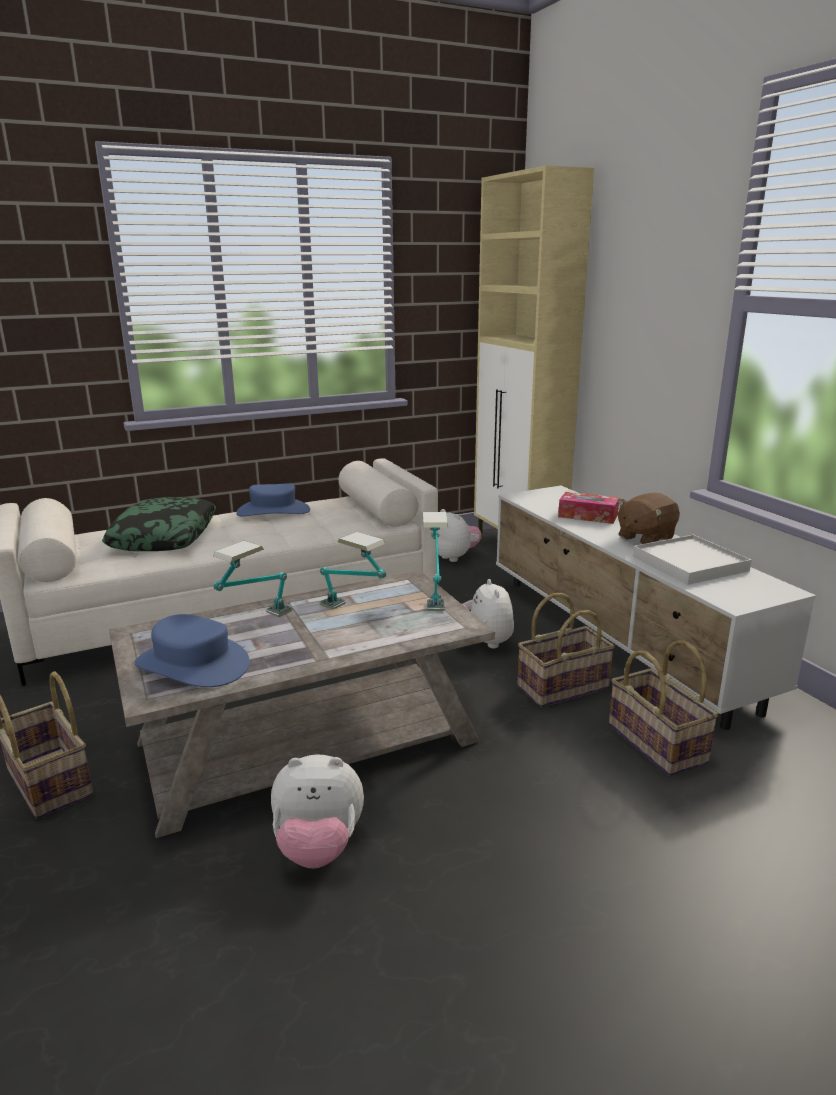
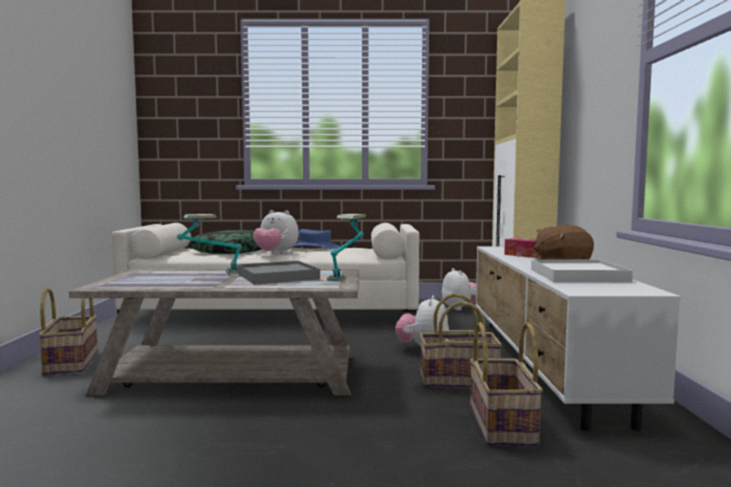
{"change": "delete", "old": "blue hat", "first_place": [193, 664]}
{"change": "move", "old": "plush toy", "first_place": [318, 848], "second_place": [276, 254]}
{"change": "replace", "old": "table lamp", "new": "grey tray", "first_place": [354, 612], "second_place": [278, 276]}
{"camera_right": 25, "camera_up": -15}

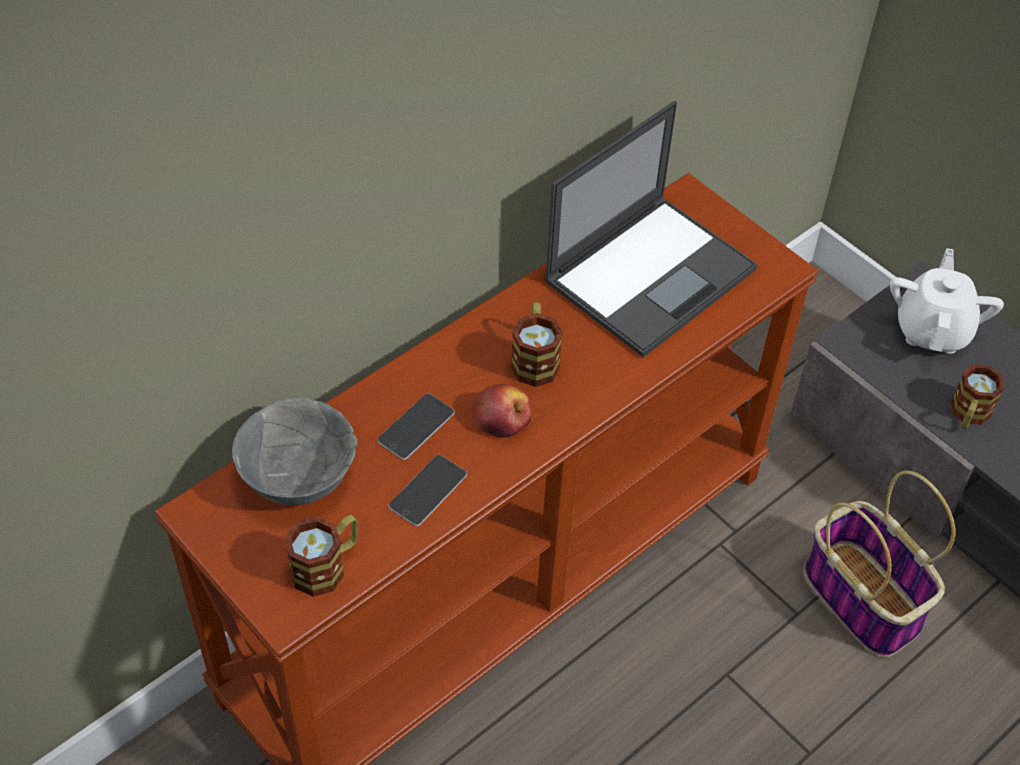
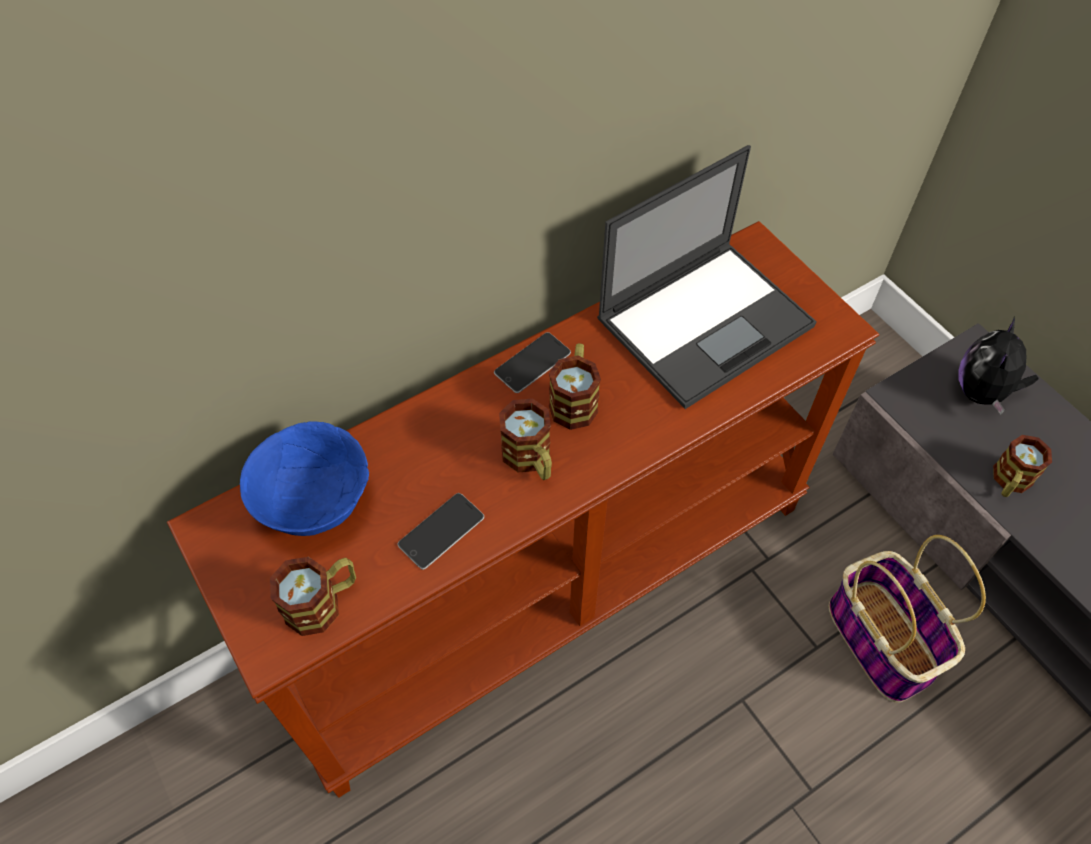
{"change": "recolor", "old": "grey bowl", "new": "blue bowl", "first_place": [298, 476], "second_place": [314, 501]}
{"change": "move", "old": "phone", "first_place": [416, 426], "second_place": [532, 362]}
{"change": "replace", "old": "apple", "new": "mug", "first_place": [502, 418], "second_place": [531, 460]}
{"change": "replace", "old": "white teapot", "new": "plush toy", "first_place": [932, 330], "second_place": [982, 392]}
{"camera_right": 10, "camera_up": 5}

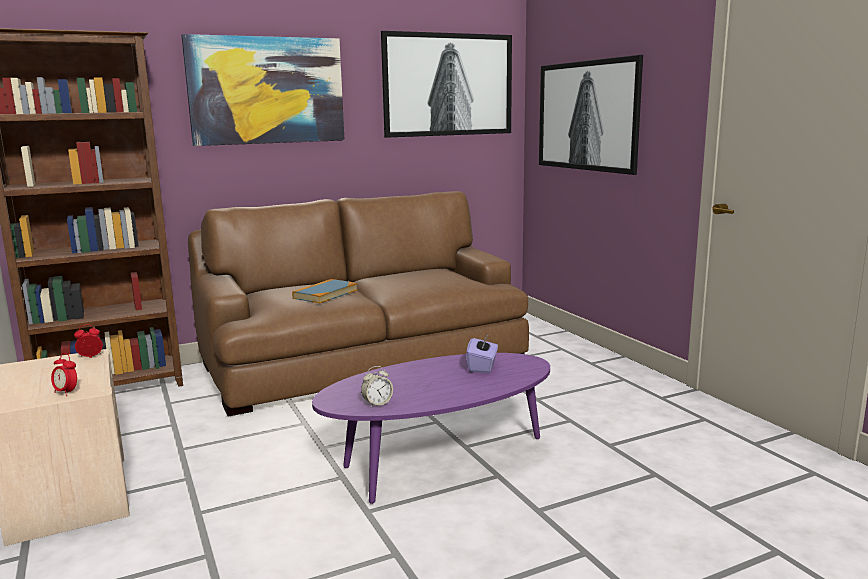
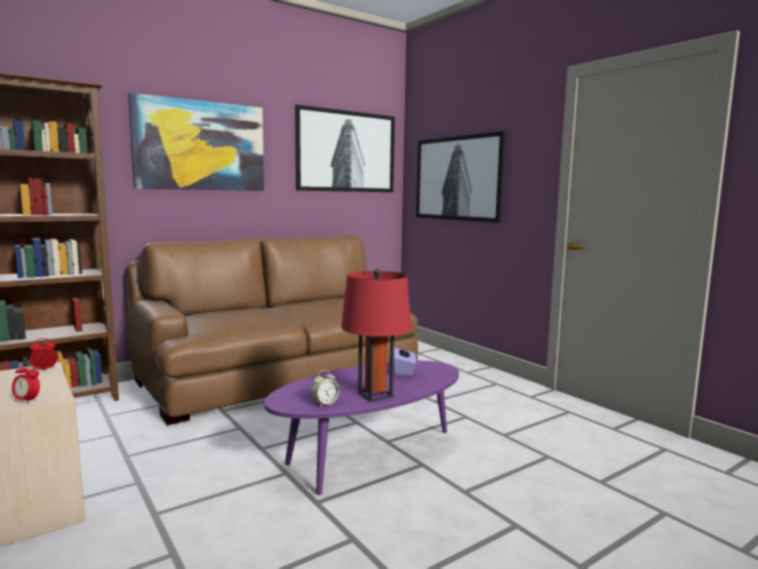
{"change": "delete", "old": "book", "first_place": [325, 294]}
{"change": "insert", "new": "red table lamp", "second_place": [375, 394]}
{"camera_right": -10, "camera_up": -5}

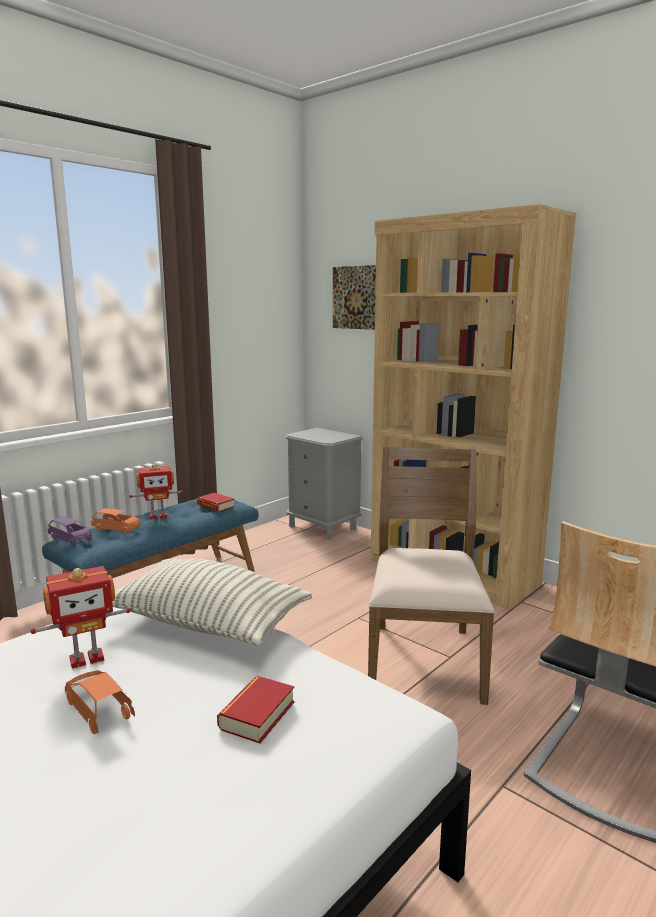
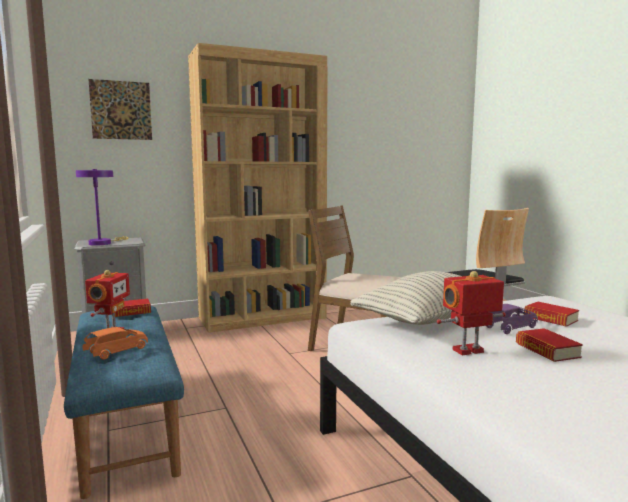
{"change": "rotate", "old": "toy robot", "first_place": [86, 658], "second_place": [469, 351], "degrees": -105}
{"change": "move", "old": "purple toy car", "first_place": [71, 540], "second_place": [510, 328]}
{"change": "replace", "old": "orange toy car", "new": "book", "first_place": [98, 711], "second_place": [547, 350]}
{"change": "insert", "new": "purple table lamp", "second_place": [103, 243]}
{"camera_right": -65, "camera_up": -5}

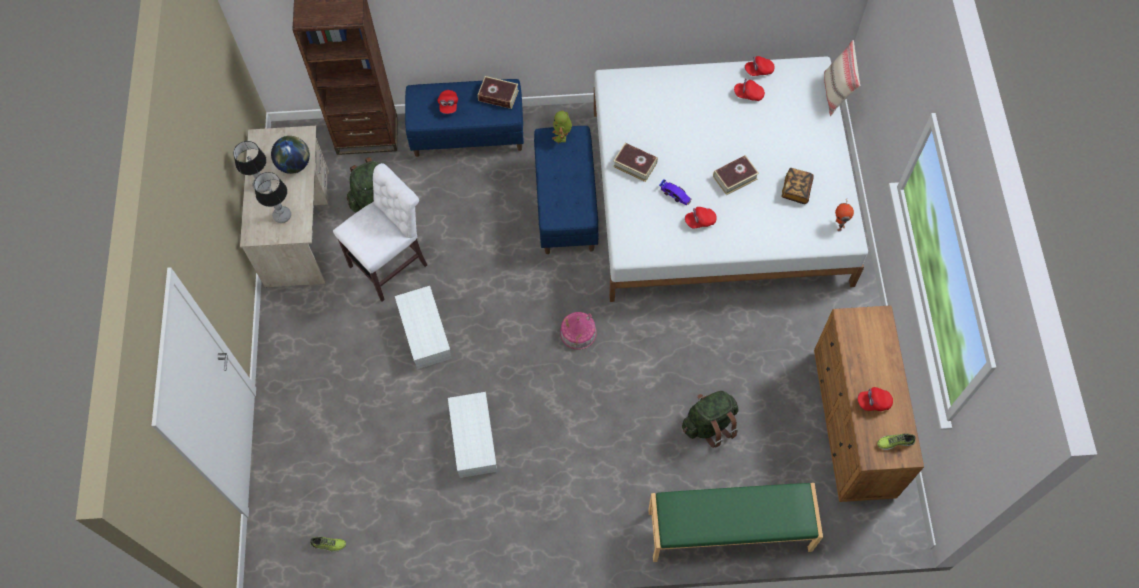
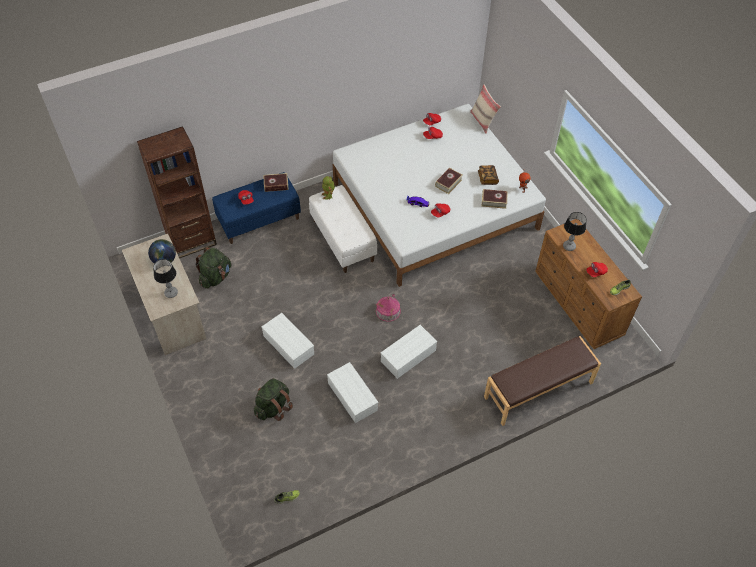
{"change": "move", "old": "table lamp", "first_place": [262, 185], "second_place": [569, 246]}
{"change": "delete", "old": "white chair", "first_place": [392, 263]}
{"change": "recolor", "old": "blue bench", "new": "white bench", "first_place": [567, 204], "second_place": [343, 240]}
{"change": "move", "old": "book", "first_place": [635, 165], "second_place": [494, 201]}
{"change": "recolor", "old": "green bench", "new": "brown bench", "first_place": [729, 531], "second_place": [538, 390]}
{"change": "move", "old": "green backpack", "first_place": [709, 424], "second_place": [273, 407]}
{"change": "insert", "new": "white storage box", "second_place": [408, 356]}
{"camera_right": -25, "camera_up": -10}

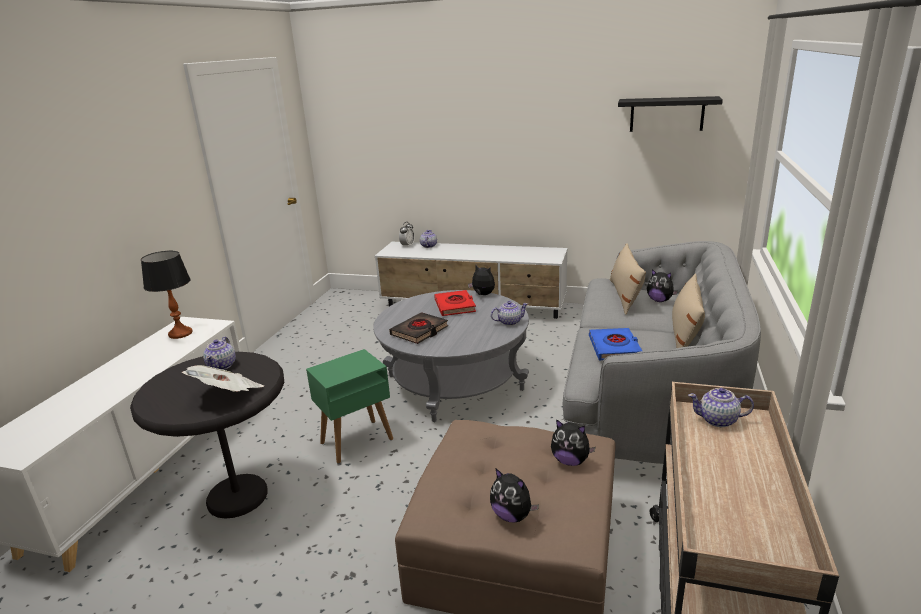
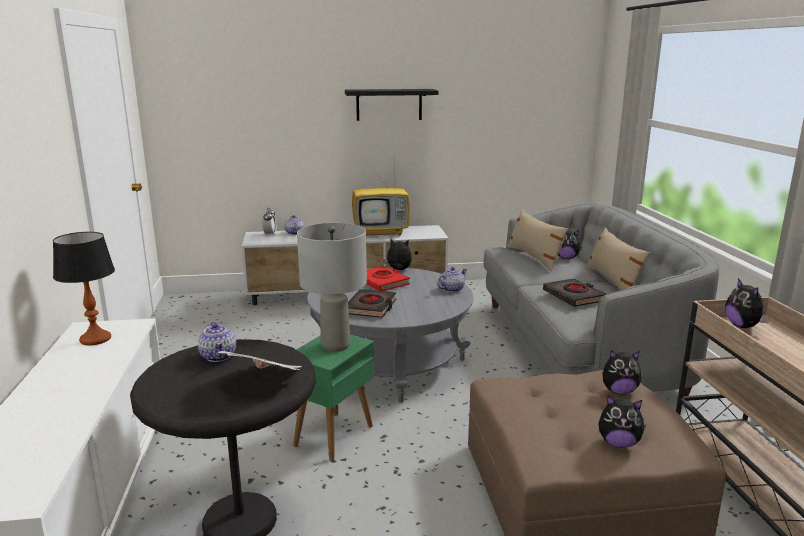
{"change": "recolor", "old": "blue book", "new": "black book", "first_place": [614, 348], "second_place": [574, 296]}
{"change": "move", "old": "black shelf", "first_place": [666, 114], "second_place": [389, 104]}
{"change": "replace", "old": "teapot", "new": "plush toy", "first_place": [718, 420], "second_place": [742, 326]}
{"change": "insert", "new": "grey table lamp", "second_place": [335, 345]}
{"change": "insert", "new": "television", "second_place": [382, 232]}
{"camera_right": -25, "camera_up": -5}

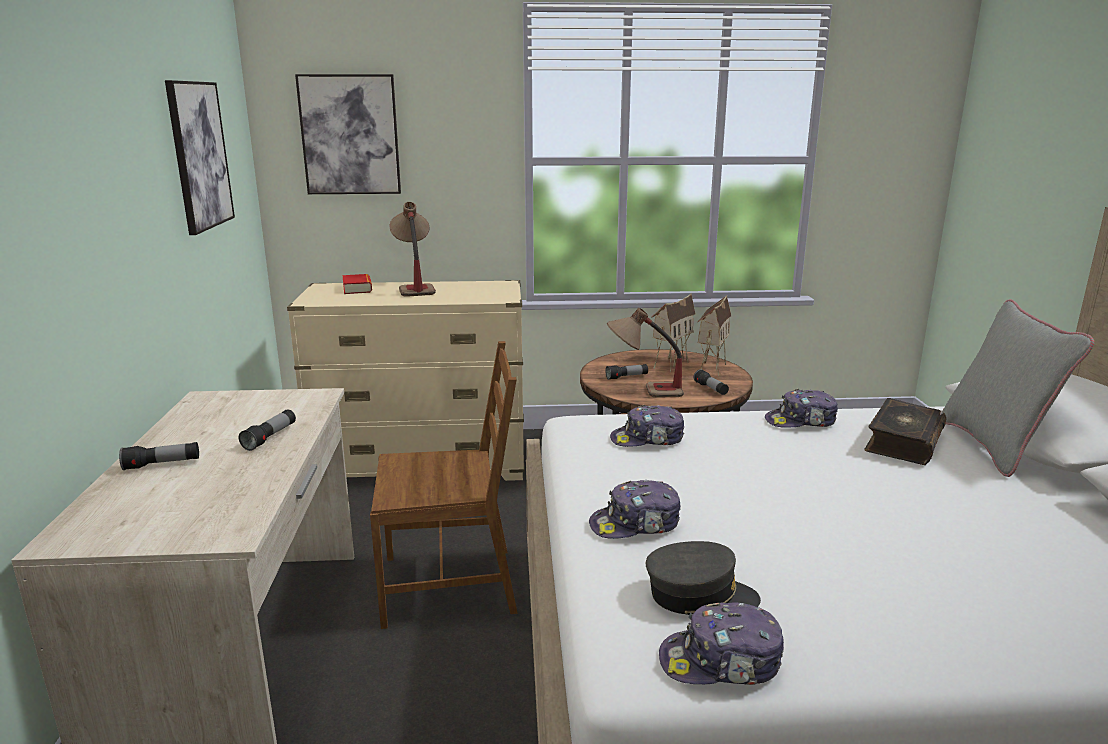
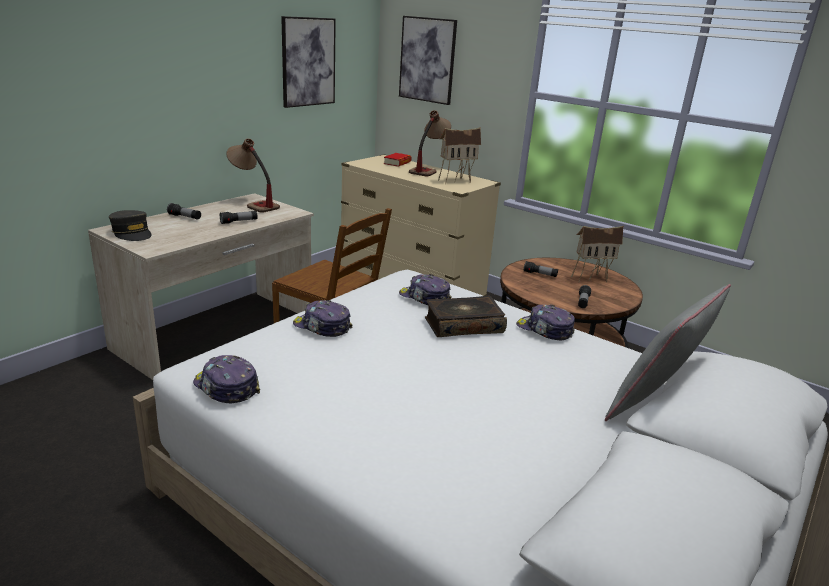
{"change": "move", "old": "table lamp", "first_place": [643, 391], "second_place": [253, 204]}
{"change": "move", "old": "grey cap", "first_place": [699, 596], "second_place": [132, 233]}
{"change": "move", "old": "toy house", "first_place": [710, 367], "second_place": [455, 180]}
{"change": "move", "old": "book", "first_place": [902, 443], "second_place": [463, 325]}
{"camera_right": 40, "camera_up": 5}

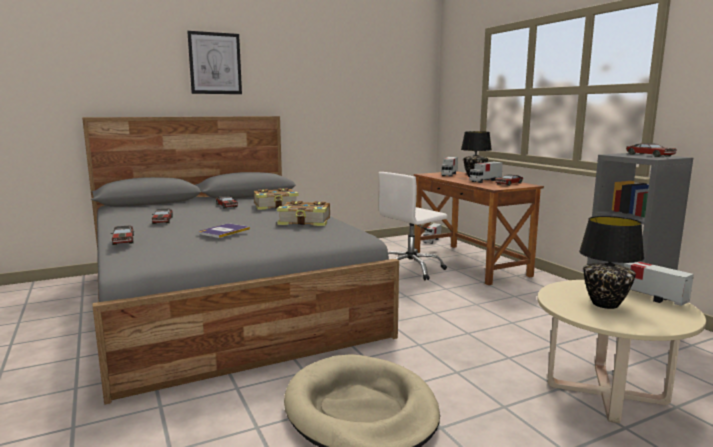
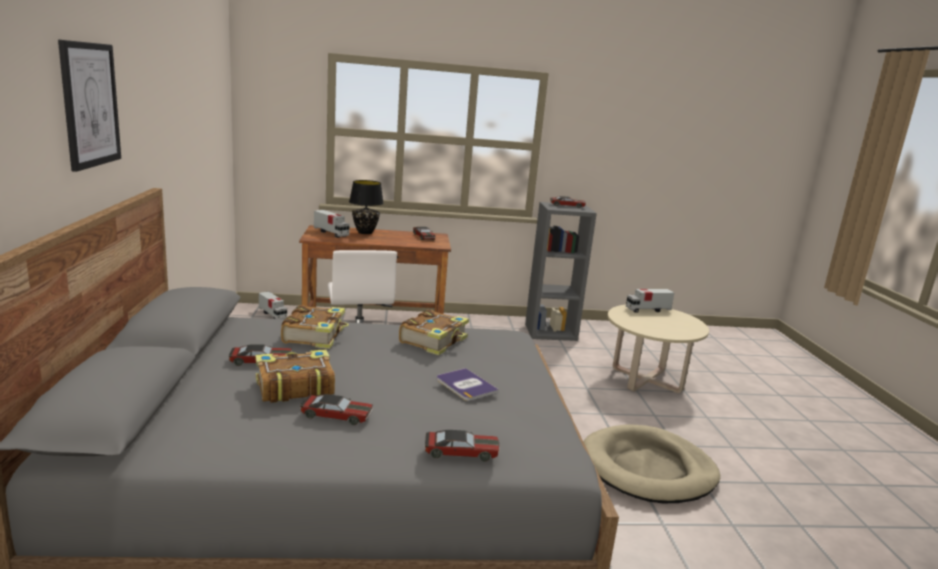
{"change": "delete", "old": "toy truck", "first_place": [485, 180]}
{"change": "delete", "old": "black table lamp", "first_place": [605, 304]}
{"change": "insert", "new": "book", "second_place": [294, 387]}
{"camera_right": -70, "camera_up": 5}

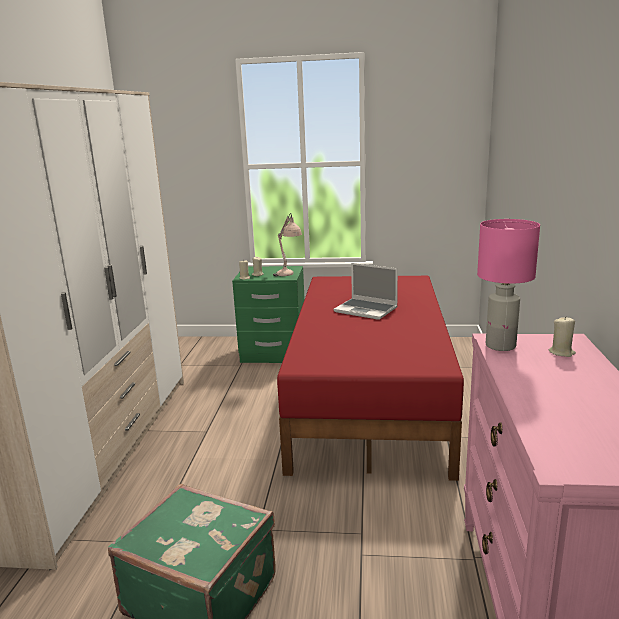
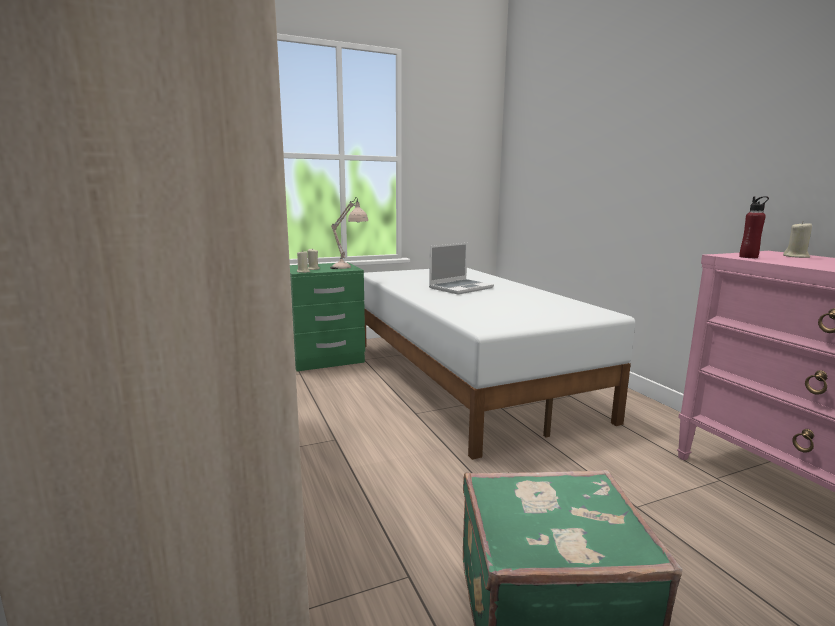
{"change": "recolor", "old": "red bed", "new": "white bed", "first_place": [371, 396], "second_place": [466, 377]}
{"change": "rotate", "old": "laptop", "first_place": [367, 310], "second_place": [461, 288], "degrees": -45}
{"change": "replace", "old": "pink table lamp", "new": "red bottle", "first_place": [501, 346], "second_place": [748, 257]}
{"camera_right": -30, "camera_up": -5}

